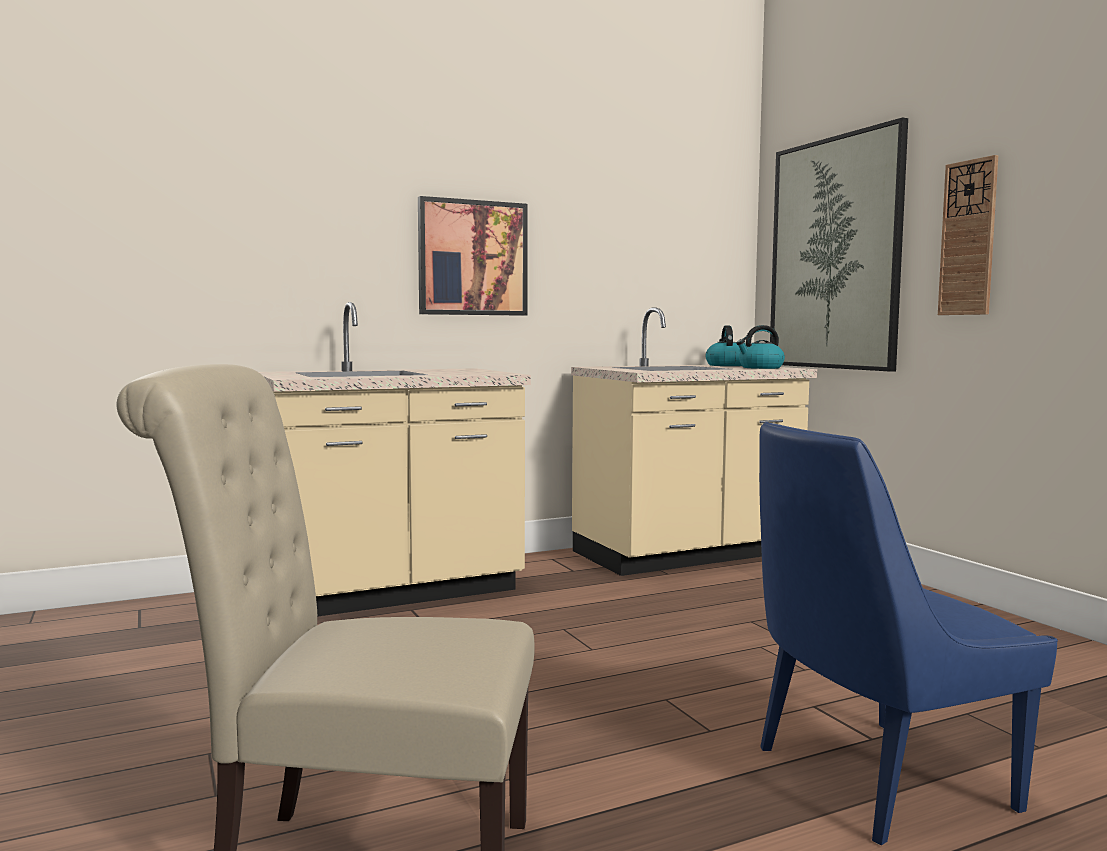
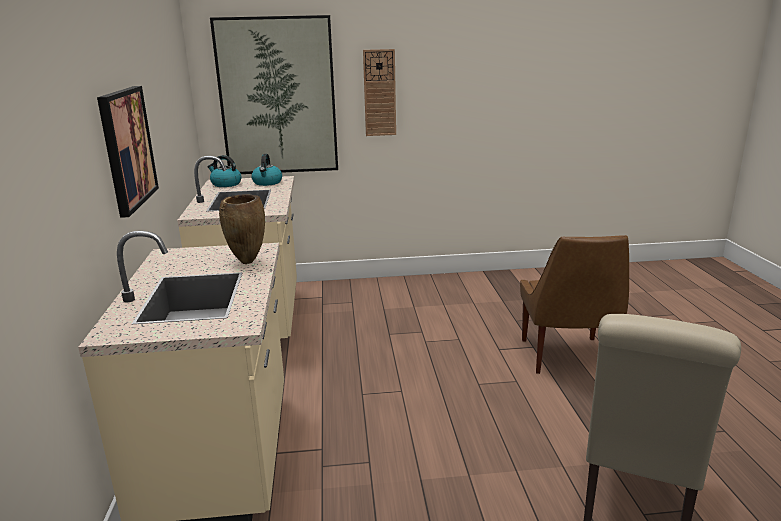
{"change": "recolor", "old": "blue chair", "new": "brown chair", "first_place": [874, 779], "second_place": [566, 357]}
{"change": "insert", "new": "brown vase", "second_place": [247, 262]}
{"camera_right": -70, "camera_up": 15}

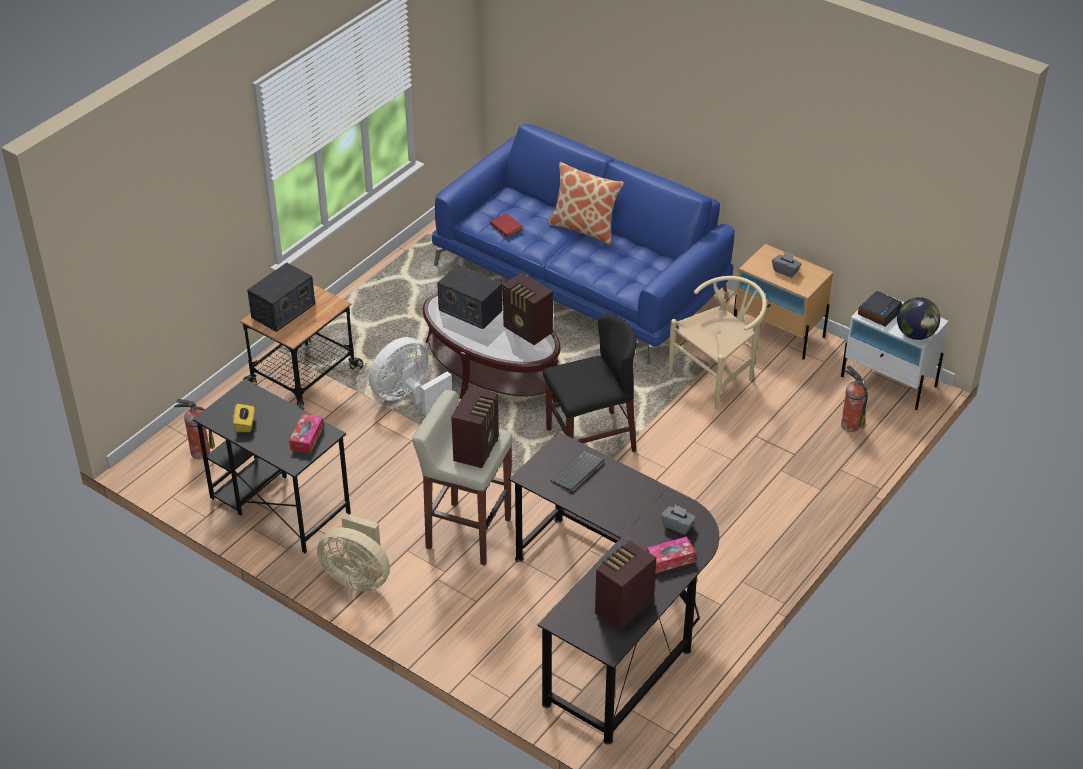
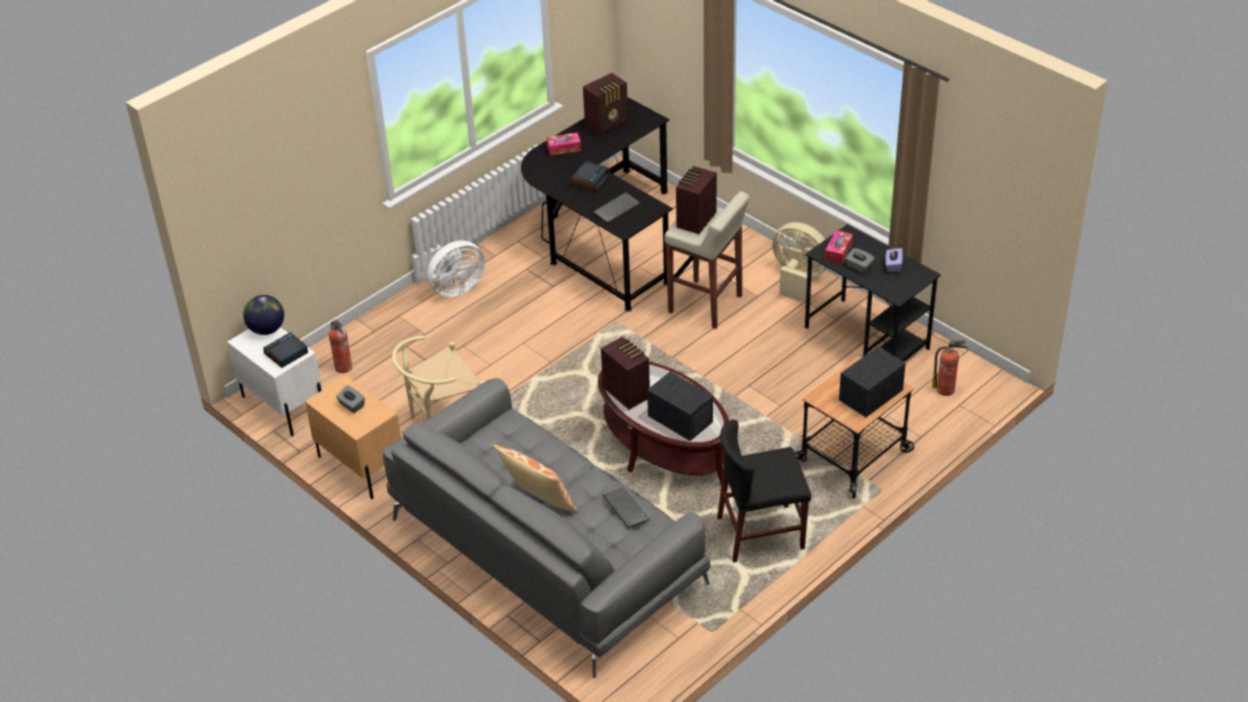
{"change": "recolor", "old": "yellow tissue box", "new": "purple tissue box", "first_place": [245, 424], "second_place": [893, 266]}
{"change": "move", "old": "white fan", "first_place": [408, 398], "second_place": [452, 289]}
{"change": "recolor", "old": "blue sofa", "new": "grey sofa", "first_place": [581, 279], "second_place": [545, 550]}
{"change": "replace", "old": "red book", "new": "keyboard", "first_place": [507, 228], "second_place": [624, 508]}
{"change": "move", "old": "black chair", "first_place": [590, 440], "second_place": [760, 533]}
{"change": "move", "old": "grey tissue box", "first_place": [677, 525], "second_place": [859, 267]}
{"change": "insert", "new": "alarm clock", "second_place": [590, 179]}
{"camera_right": -170, "camera_up": 0}

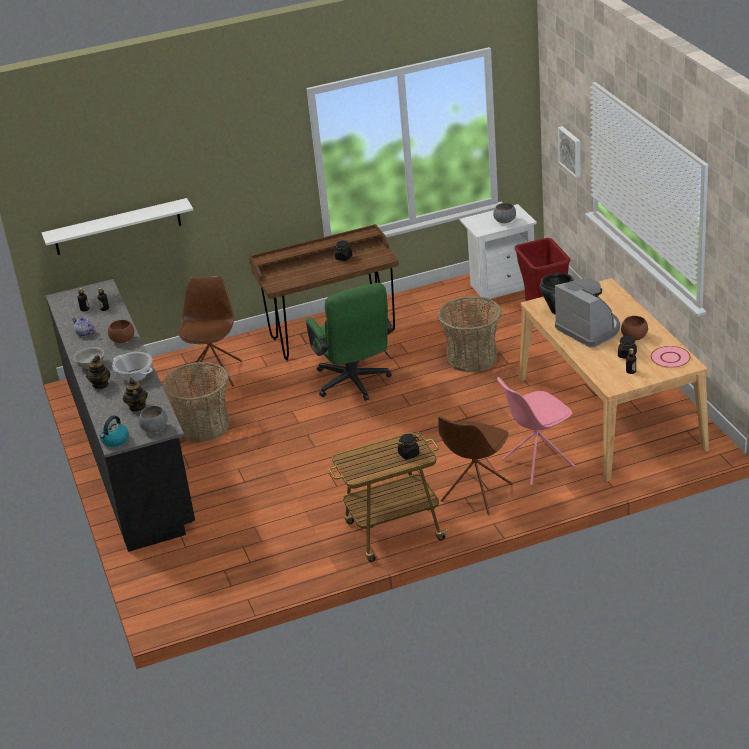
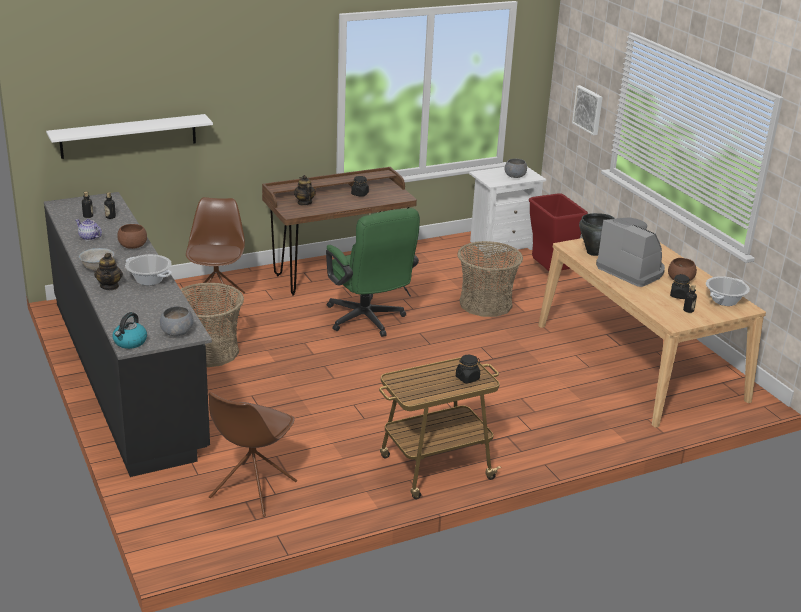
{"change": "move", "old": "teapot", "first_place": [137, 407], "second_place": [304, 203]}
{"change": "move", "old": "brown chair", "first_place": [476, 493], "second_place": [252, 490]}
{"change": "delete", "old": "pink chair", "first_place": [536, 464]}
{"change": "replace", "old": "pink plate", "new": "cooking pot", "first_place": [670, 358], "second_place": [724, 301]}
{"camera_right": -10, "camera_up": -5}

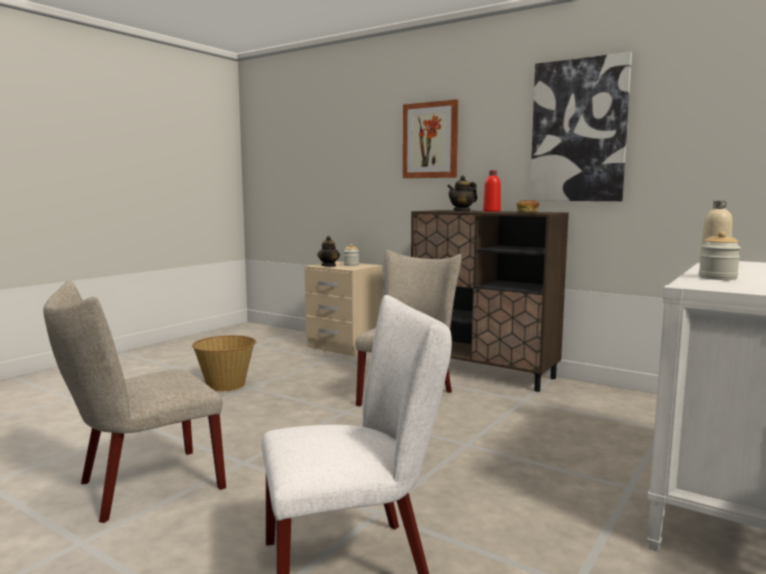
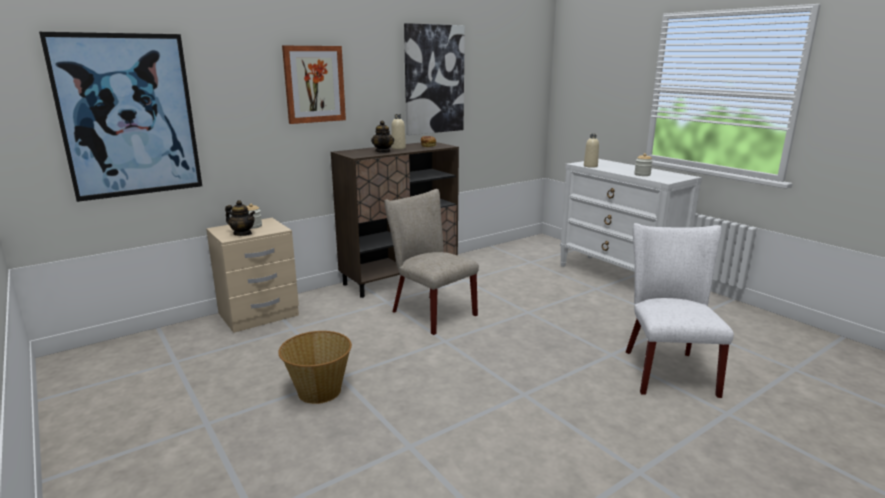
{"change": "delete", "old": "beige chair", "first_place": [142, 487]}
{"change": "recolor", "old": "red bottle", "new": "beige bottle", "first_place": [491, 211], "second_place": [398, 148]}
{"change": "insert", "new": "picture", "second_place": [128, 116]}
{"camera_right": -70, "camera_up": 10}

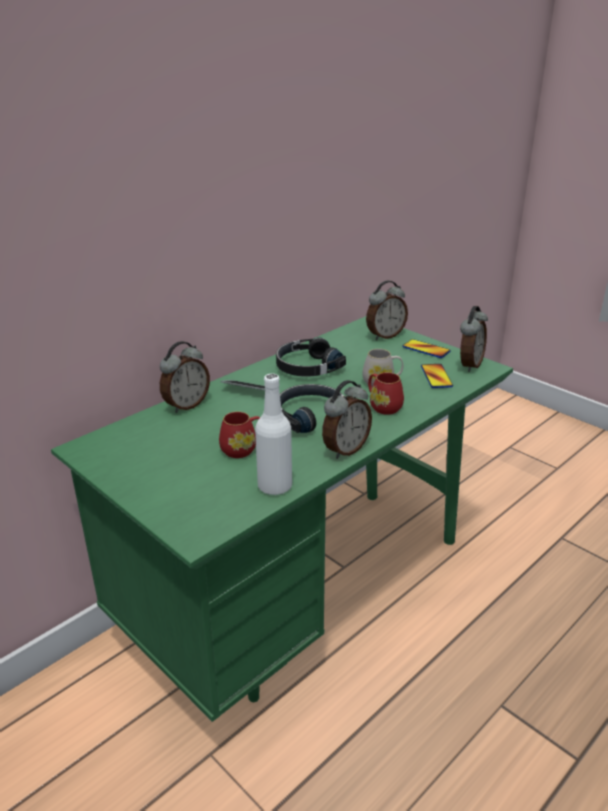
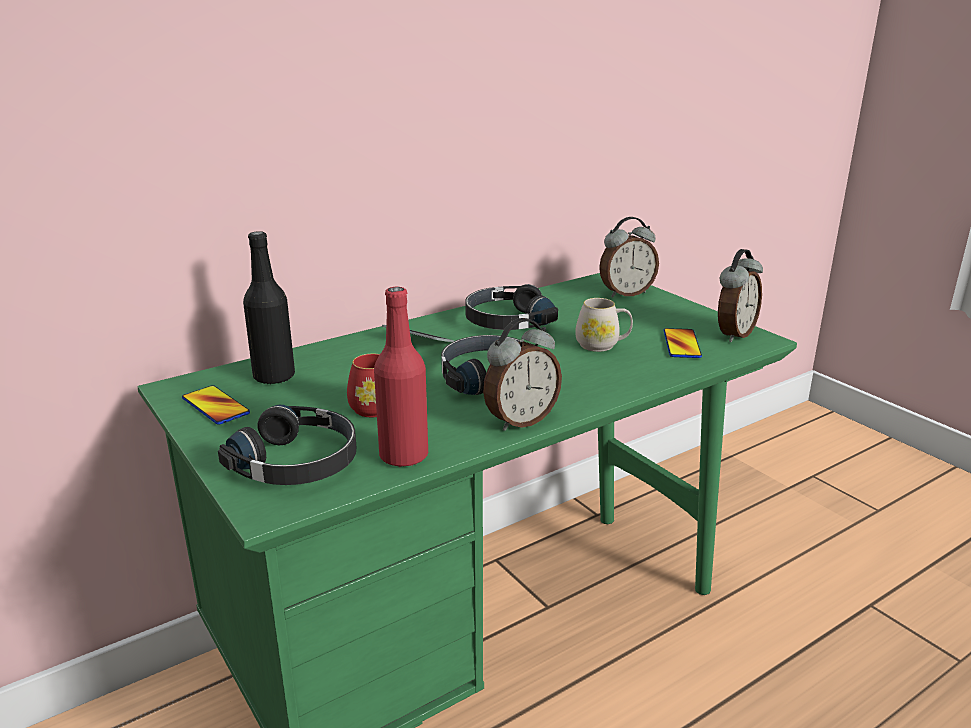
{"change": "delete", "old": "alarm clock", "first_place": [186, 405]}
{"change": "recolor", "old": "white bottle", "new": "red bottle", "first_place": [275, 486], "second_place": [404, 456]}
{"change": "delete", "old": "red mug", "first_place": [383, 406]}
{"change": "move", "old": "phone", "first_place": [426, 349], "second_place": [215, 406]}
{"change": "insert", "new": "black headphones", "second_place": [298, 462]}
{"change": "insert", "new": "black bottle", "second_place": [274, 377]}
{"camera_right": 10, "camera_up": -5}

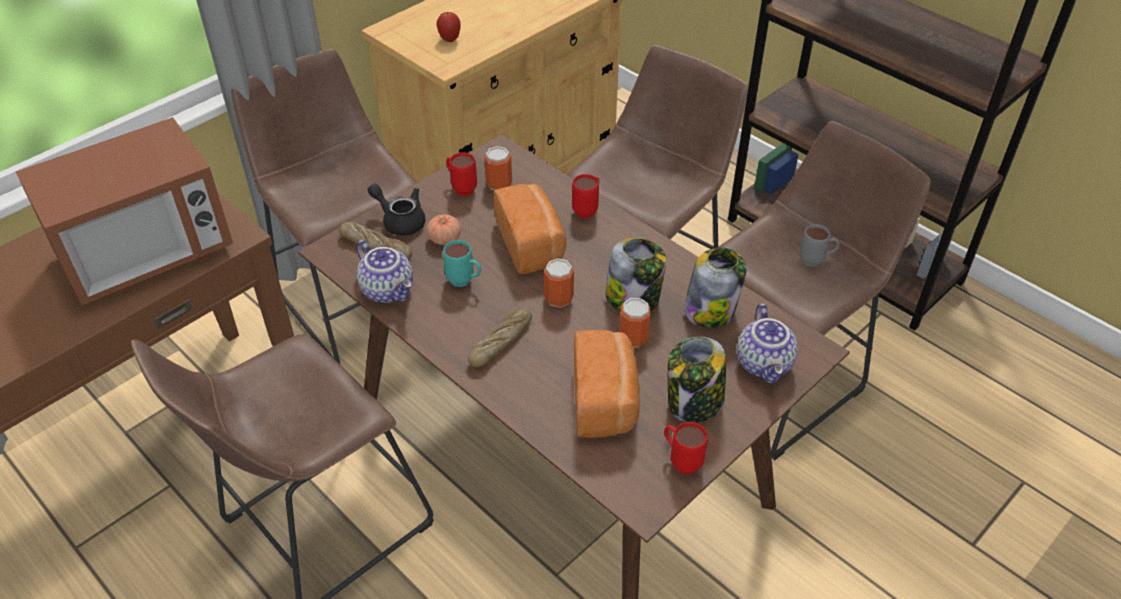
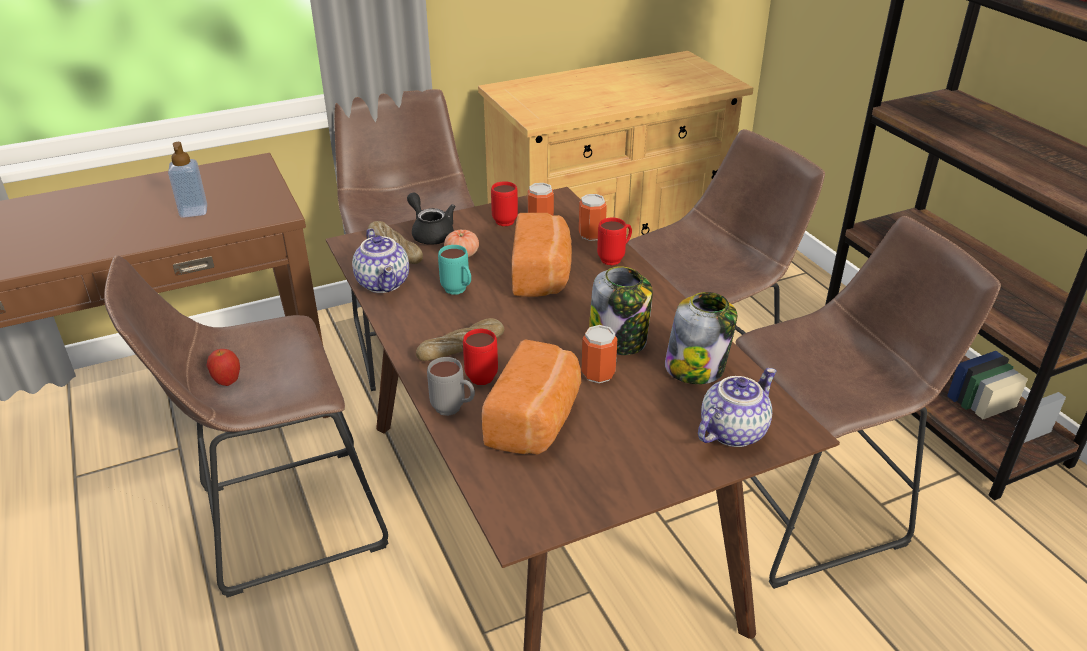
{"change": "replace", "old": "microwave", "new": "soap dispenser", "first_place": [146, 254], "second_place": [193, 211]}
{"change": "move", "old": "apple", "first_place": [449, 39], "second_place": [227, 382]}
{"change": "move", "old": "can", "first_place": [558, 298], "second_place": [591, 235]}
{"change": "move", "old": "red mug", "first_place": [680, 461], "second_place": [479, 374]}
{"change": "delete", "old": "jar", "first_place": [694, 403]}
{"change": "rotate", "old": "teapot", "first_place": [765, 364], "second_place": [732, 430], "degrees": -150}
{"change": "move", "old": "grey mug", "first_place": [816, 261], "second_place": [454, 410]}
{"camera_right": 20, "camera_up": -10}

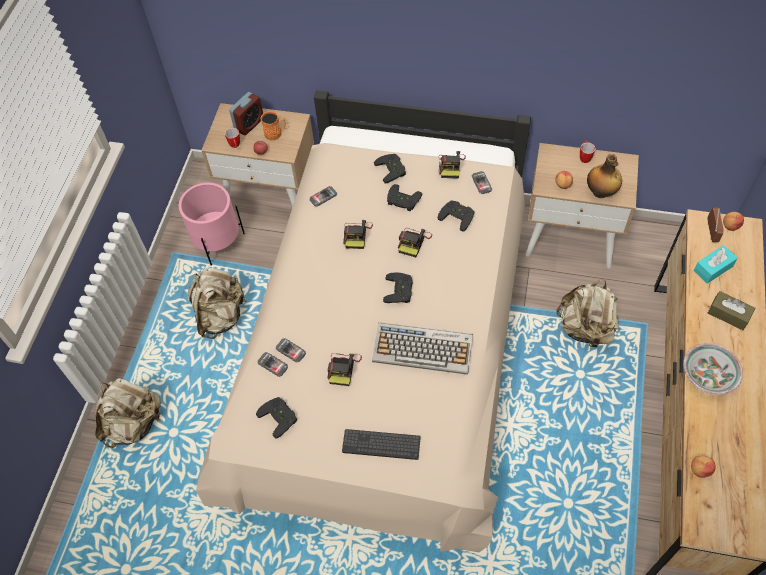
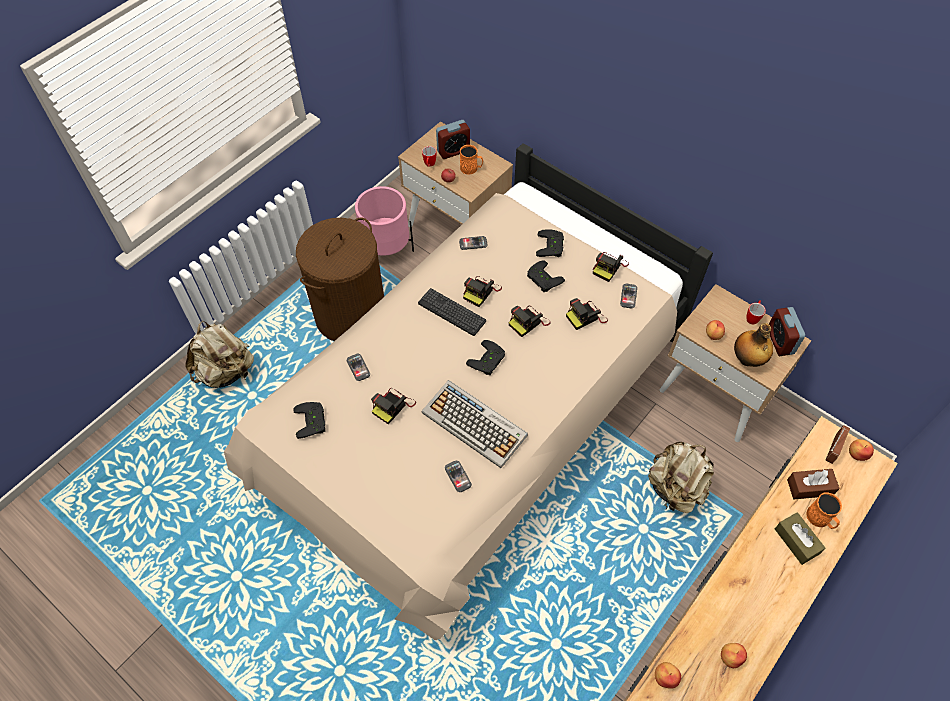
{"change": "replace", "old": "beige backpack", "new": "brown laundry basket", "first_place": [221, 316], "second_place": [350, 314]}
{"change": "move", "old": "phone", "first_place": [272, 365], "second_place": [458, 476]}
{"change": "move", "old": "keyboard", "first_place": [381, 444], "second_place": [451, 312]}
{"change": "replace", "old": "black game controller", "new": "photo camera", "first_place": [458, 215], "second_place": [586, 316]}
{"change": "delete", "old": "bowl", "first_place": [707, 375]}
{"change": "recolor", "old": "turquoise tissue box", "new": "brown tissue box", "first_place": [713, 268], "second_place": [809, 487]}
{"change": "insert", "new": "apple", "second_place": [730, 657]}
{"change": "insert", "new": "alarm clock", "second_place": [780, 341]}
{"change": "insert", "new": "orange mug", "second_place": [820, 519]}
{"camera_right": 25, "camera_up": 0}

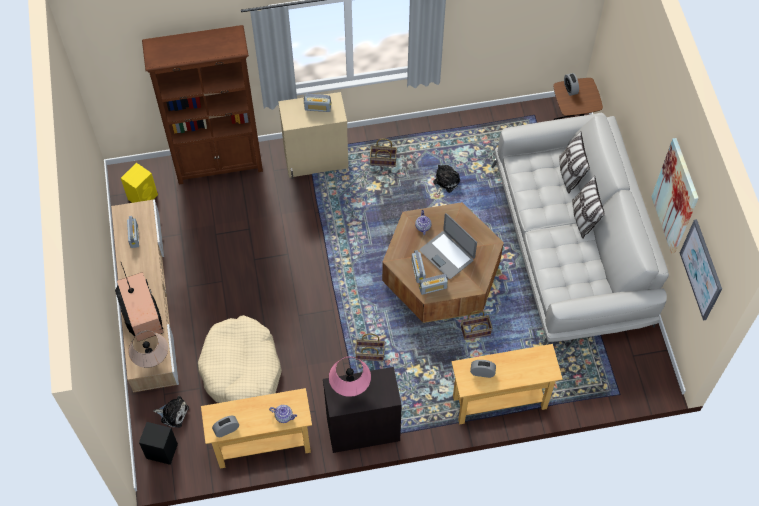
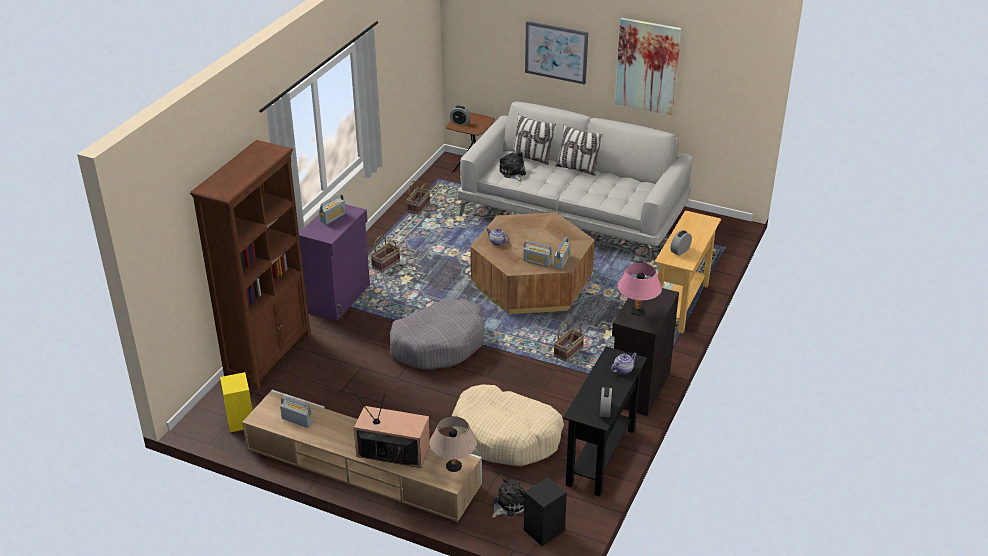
{"change": "recolor", "old": "beige console table", "new": "black console table", "first_place": [263, 445], "second_place": [601, 456]}
{"change": "recolor", "old": "beige cabinet", "new": "purple cabinet", "first_place": [316, 160], "second_place": [339, 298]}
{"change": "delete", "old": "laptop", "first_place": [447, 255]}
{"change": "move", "old": "plush toy", "first_place": [445, 182], "second_place": [513, 173]}
{"change": "move", "old": "basket", "first_place": [475, 332], "second_place": [418, 208]}
{"change": "move", "old": "picture", "first_place": [701, 270], "second_place": [556, 52]}
{"change": "insert", "new": "grey dog bed", "second_place": [439, 344]}
{"camera_right": -55, "camera_up": -25}

